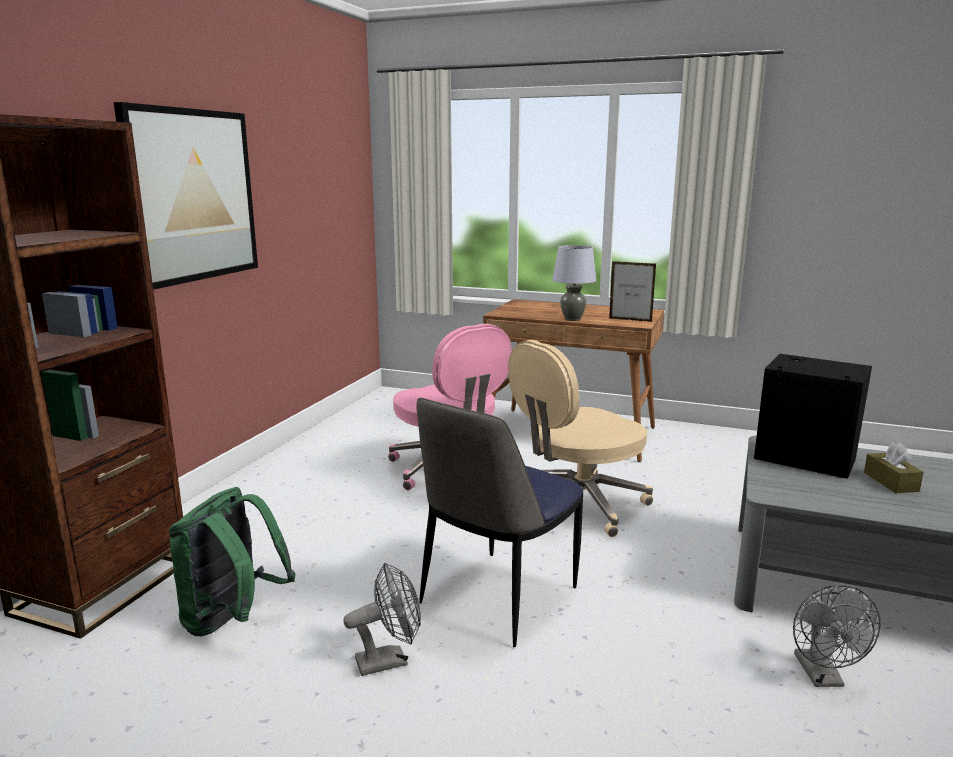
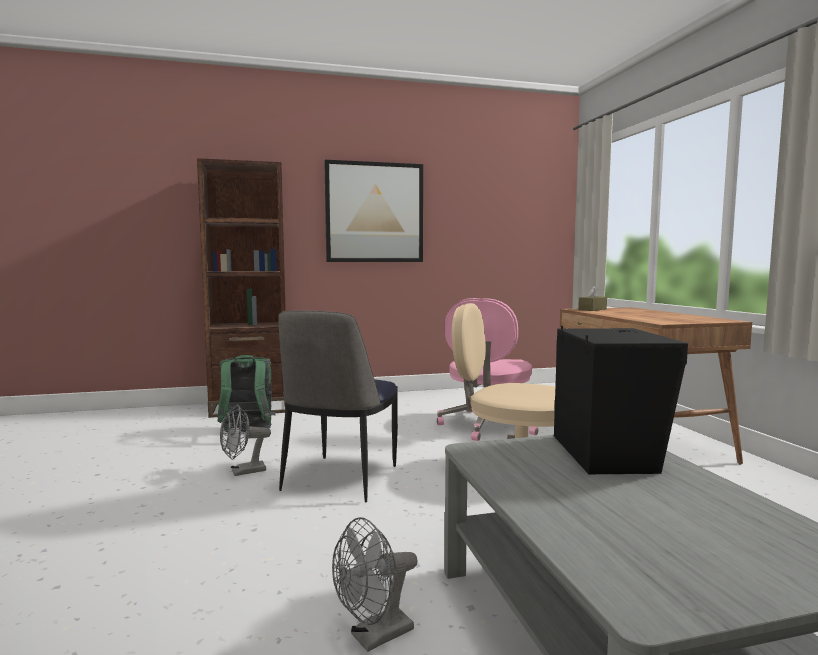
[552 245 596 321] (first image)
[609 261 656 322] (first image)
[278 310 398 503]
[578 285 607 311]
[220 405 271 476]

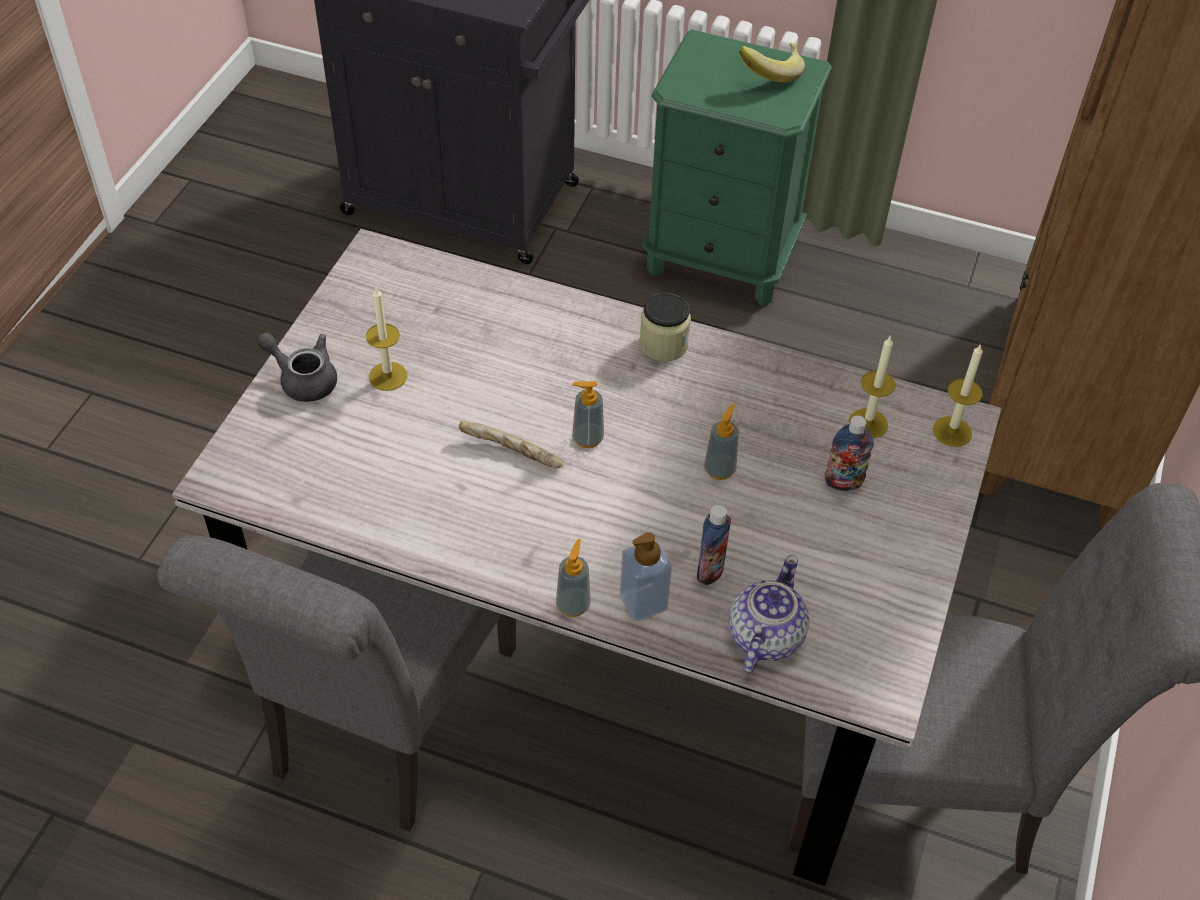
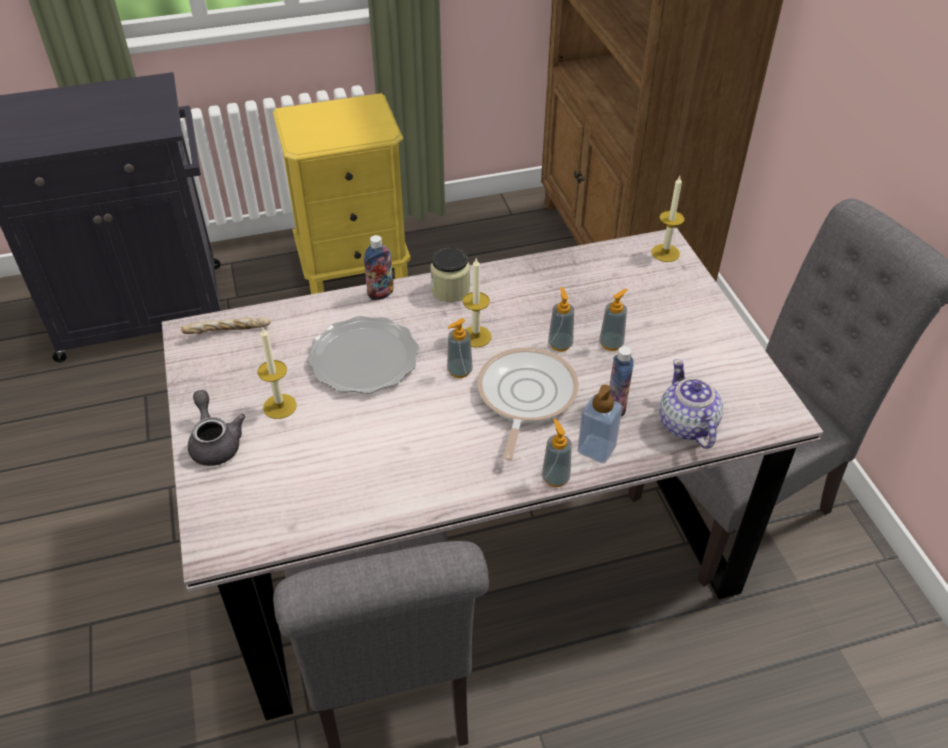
[273 93 411 294]
[739 42 805 82] (first image)
[188 390 245 466]
[463 258 492 348]
[364 235 394 300]
[181 318 271 334]
[599 289 628 351]
[307 316 419 394]
[477 347 579 460]

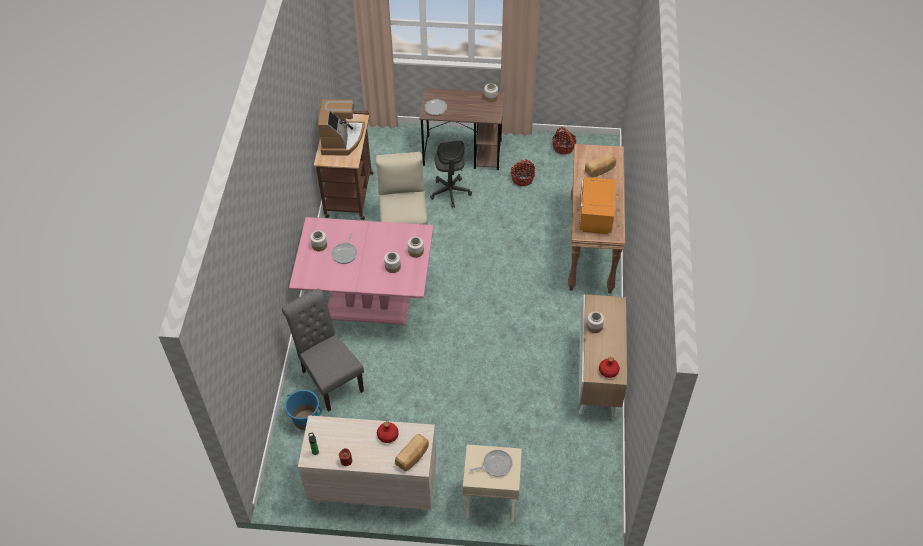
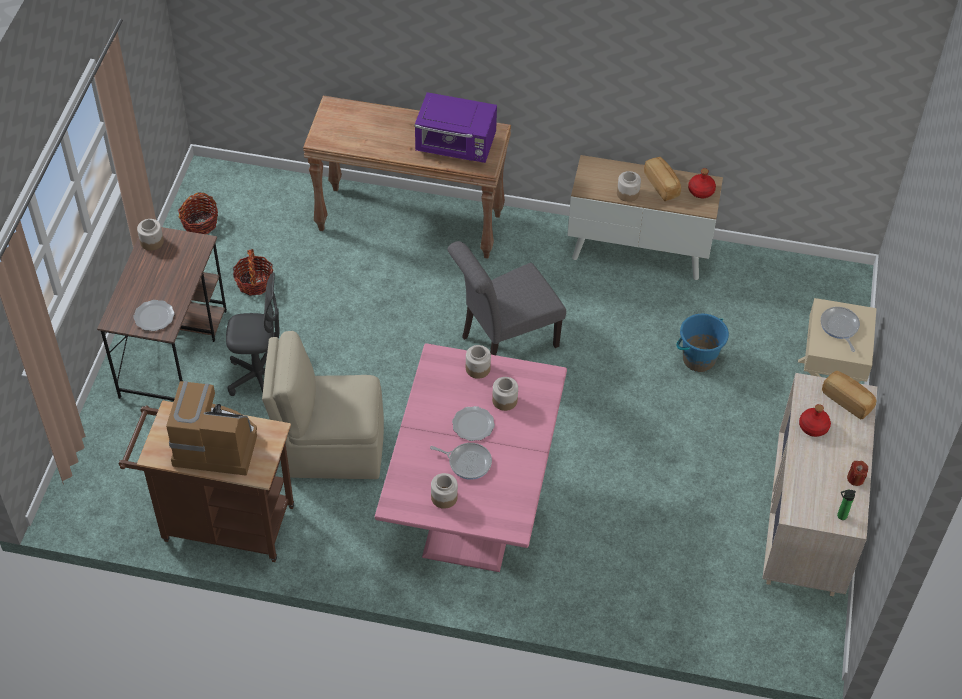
[644 157 681 201]
[414 92 497 163]
[448 241 566 355]
[676 314 729 372]
[452 406 495 441]

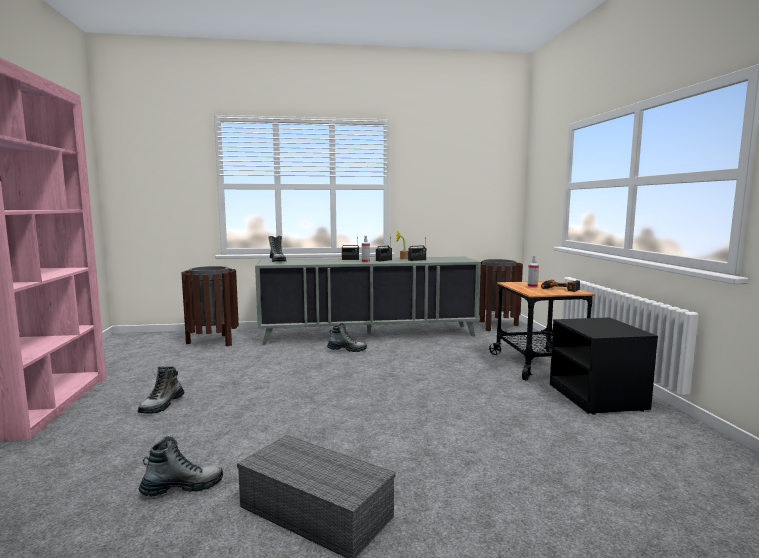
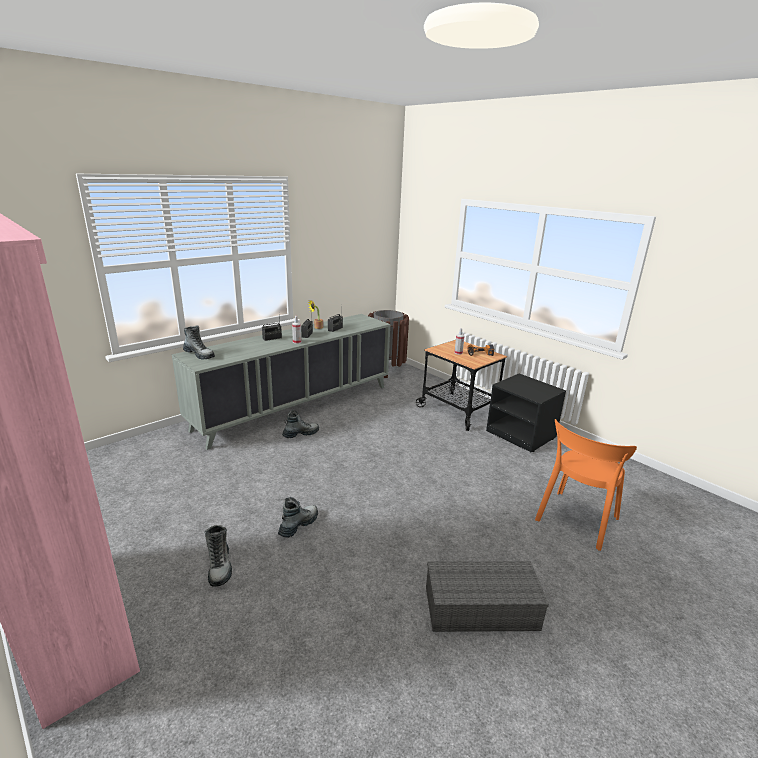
[181 266 239 347] (first image)
[278 497 318 538]
[535 419 637 551]

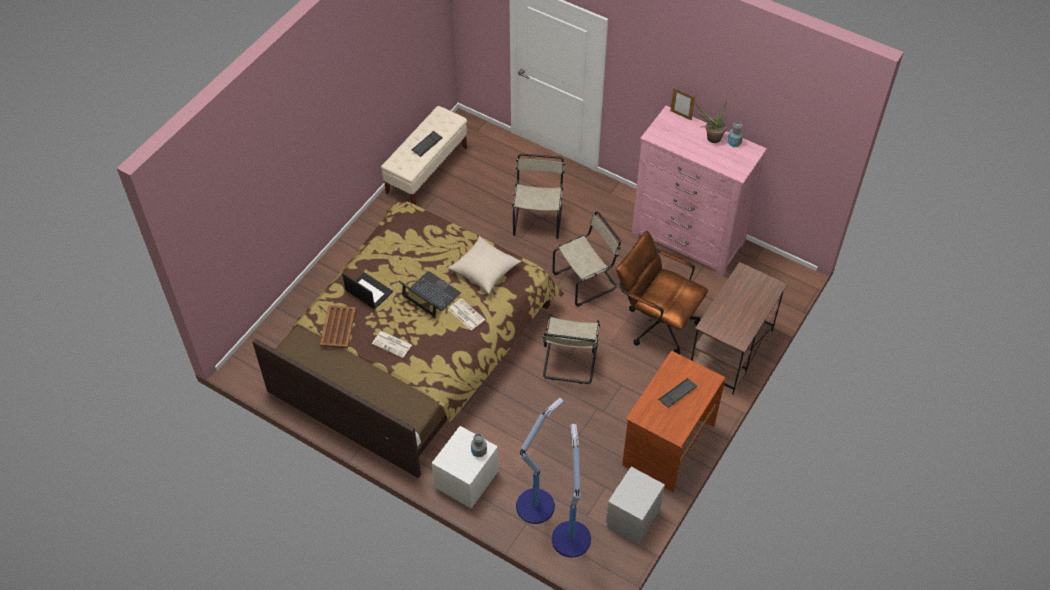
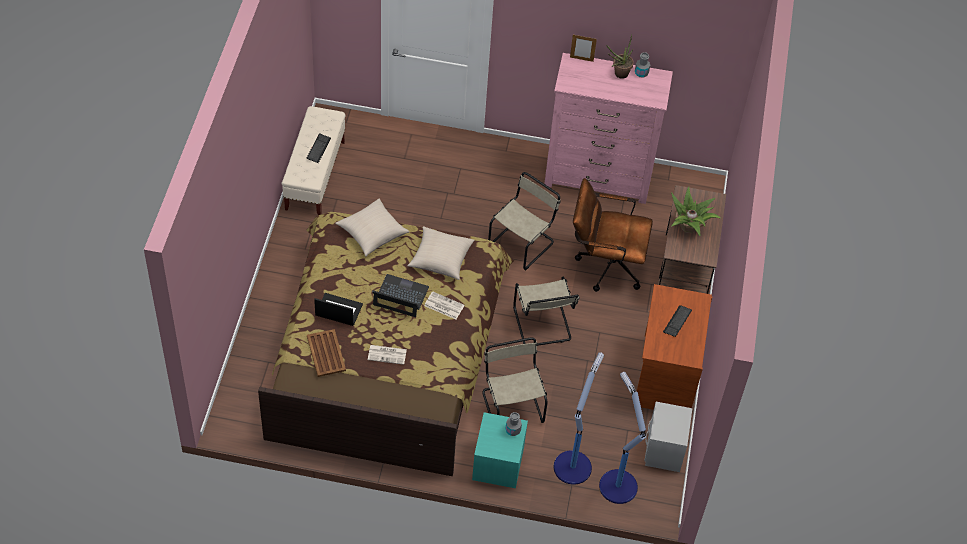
[482 337 548 423]
[472 412 528 488]
[671 186 721 236]
[335 199 409 257]

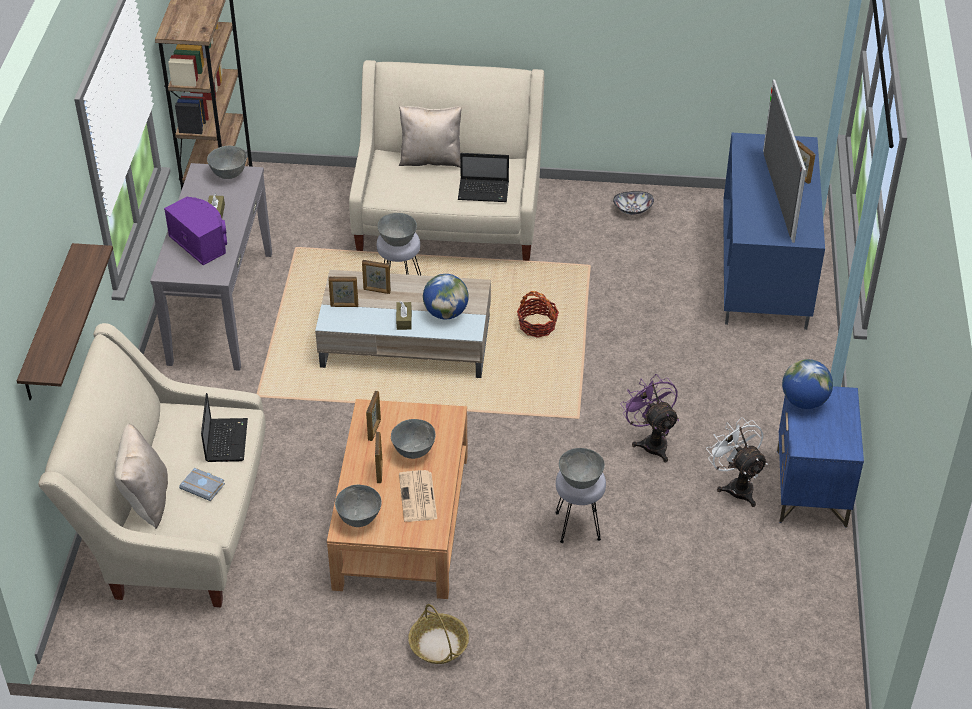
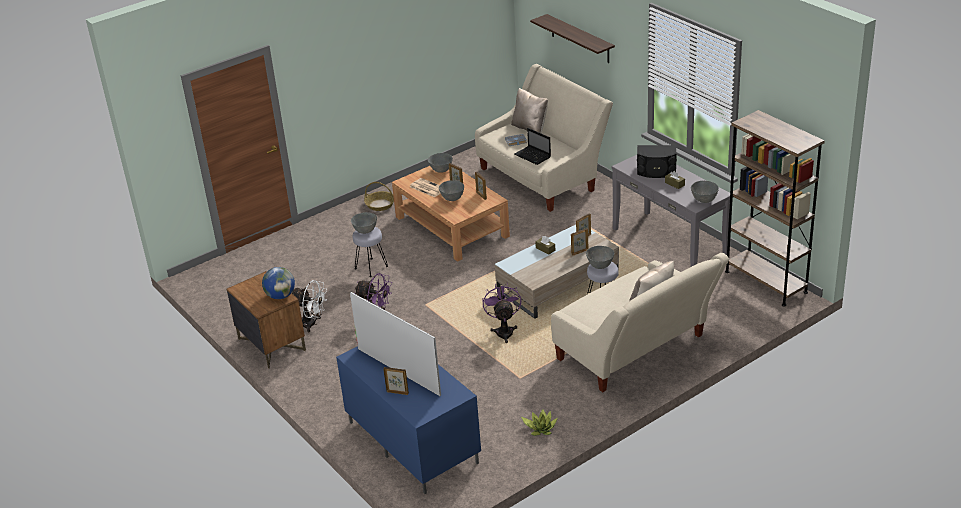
[458 153 509 202] (first image)
[521 409 558 436]
[637 145 677 178]
[423 274 469 319] (first image)
[482 283 521 343]
[226 271 306 369]

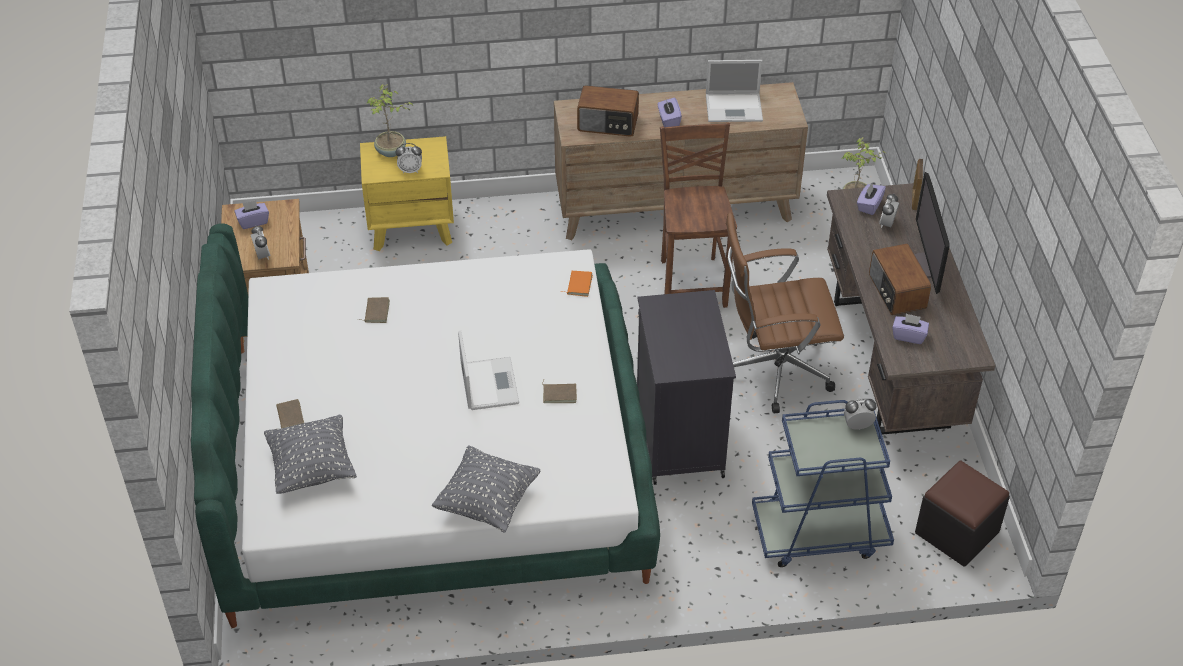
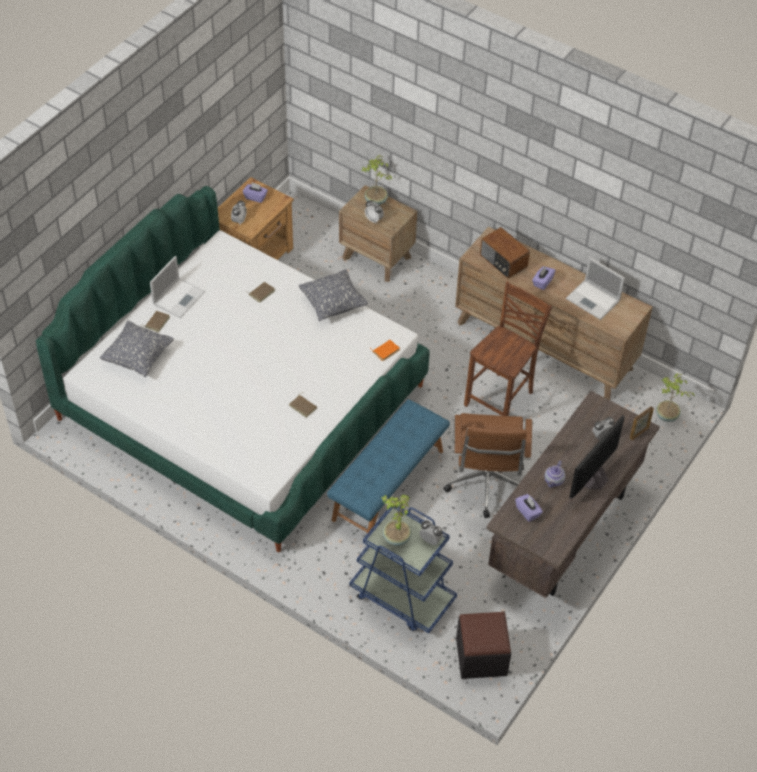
[339 185 417 282]
[857 183 886 215] (first image)
[443 413 532 518]
[545 461 565 488]
[327 399 450 537]
[150 256 205 318]
[299 269 368 321]
[381 495 411 546]

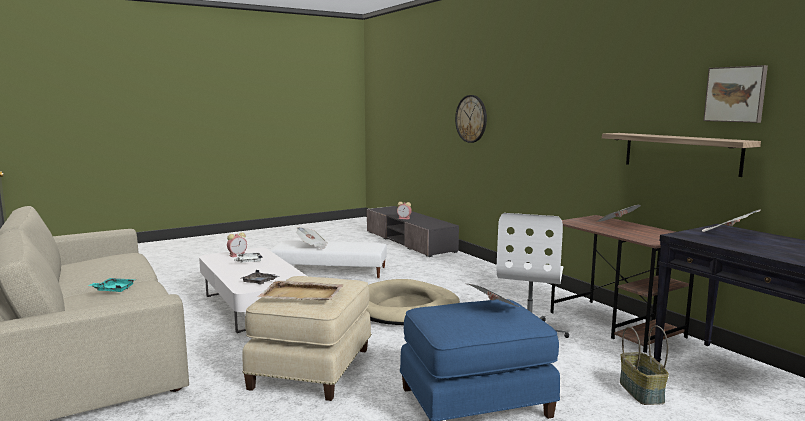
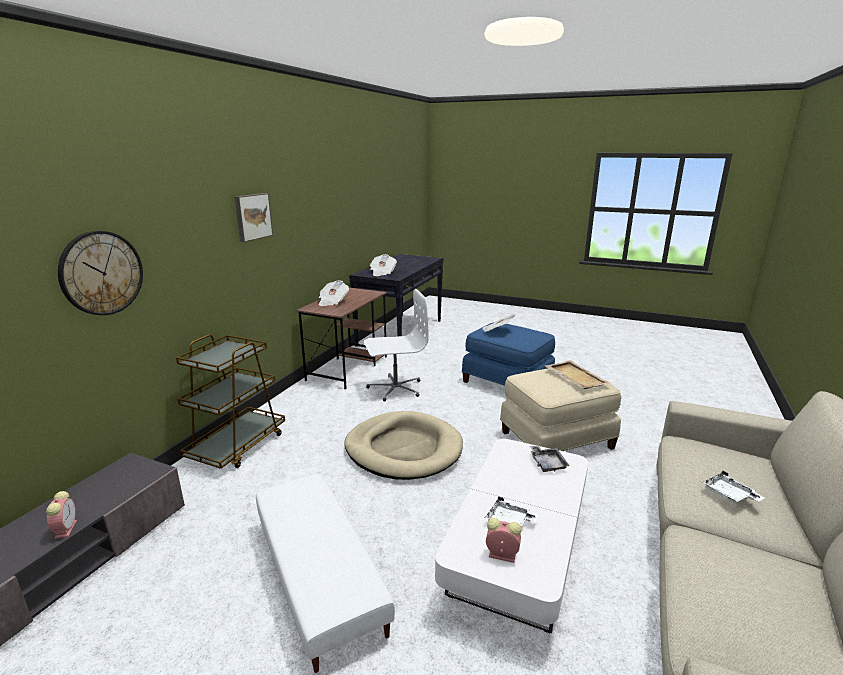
[234 193 273 242]
[602 133 761 177] (first image)
[296 227 328 249] (first image)
[703 471 765 504]
[620 325 669 405] (first image)
[176 334 285 469]

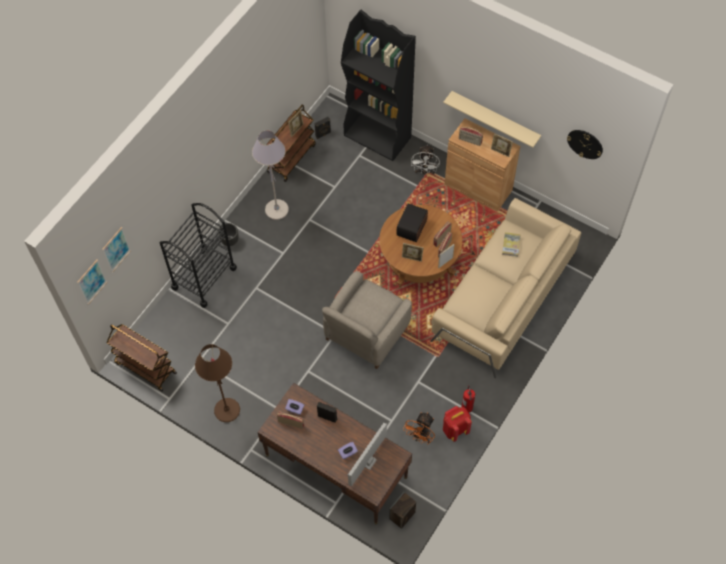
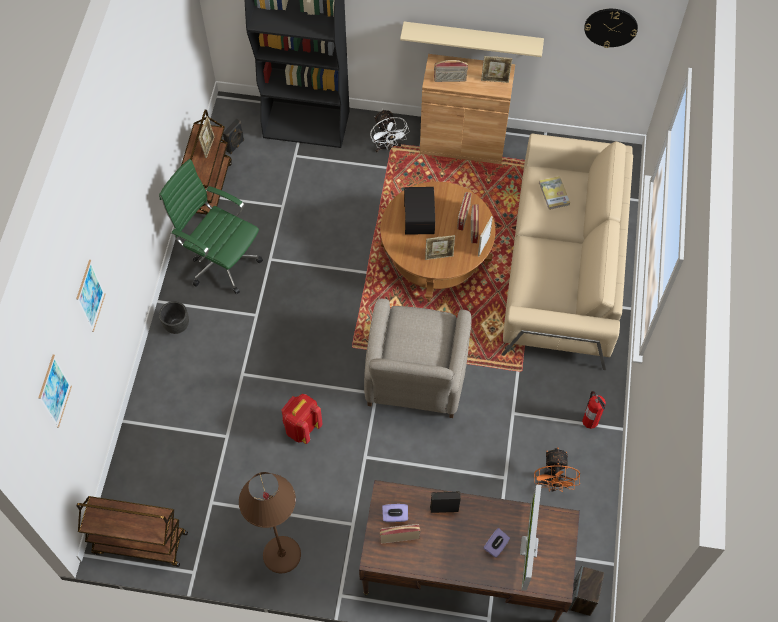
[159 159 263 294]
[160 203 237 308] (first image)
[76 260 106 332]
[282 394 323 444]

